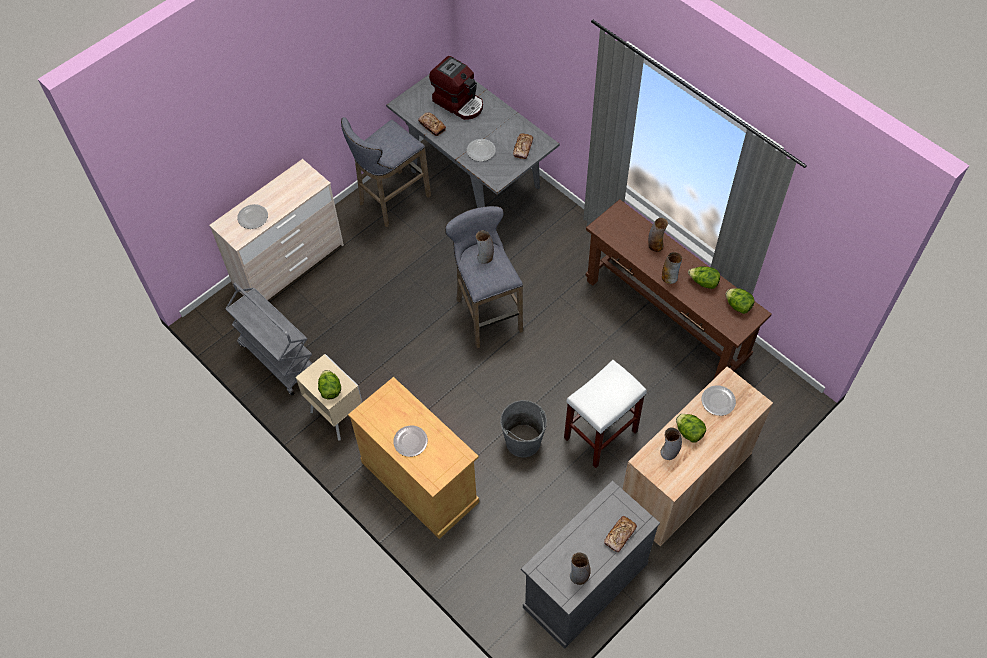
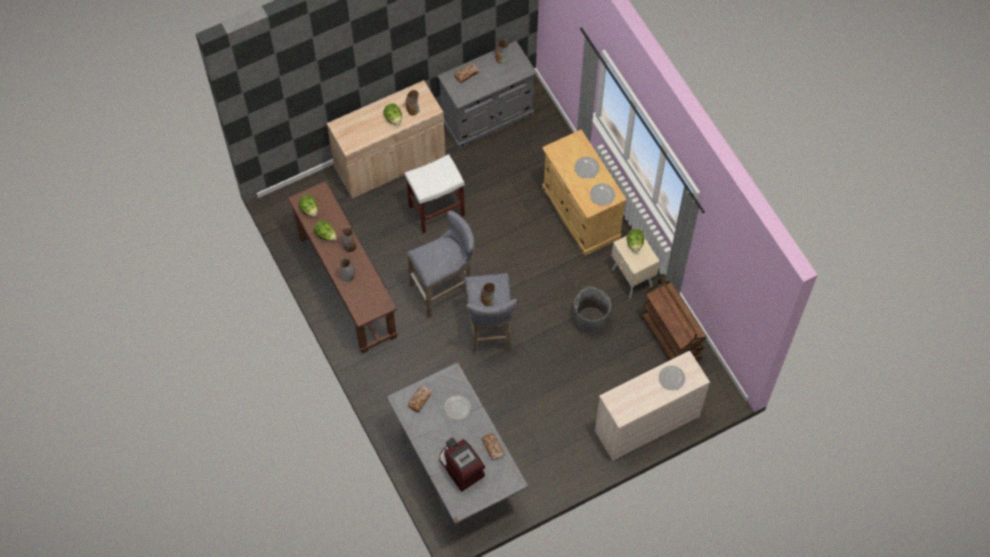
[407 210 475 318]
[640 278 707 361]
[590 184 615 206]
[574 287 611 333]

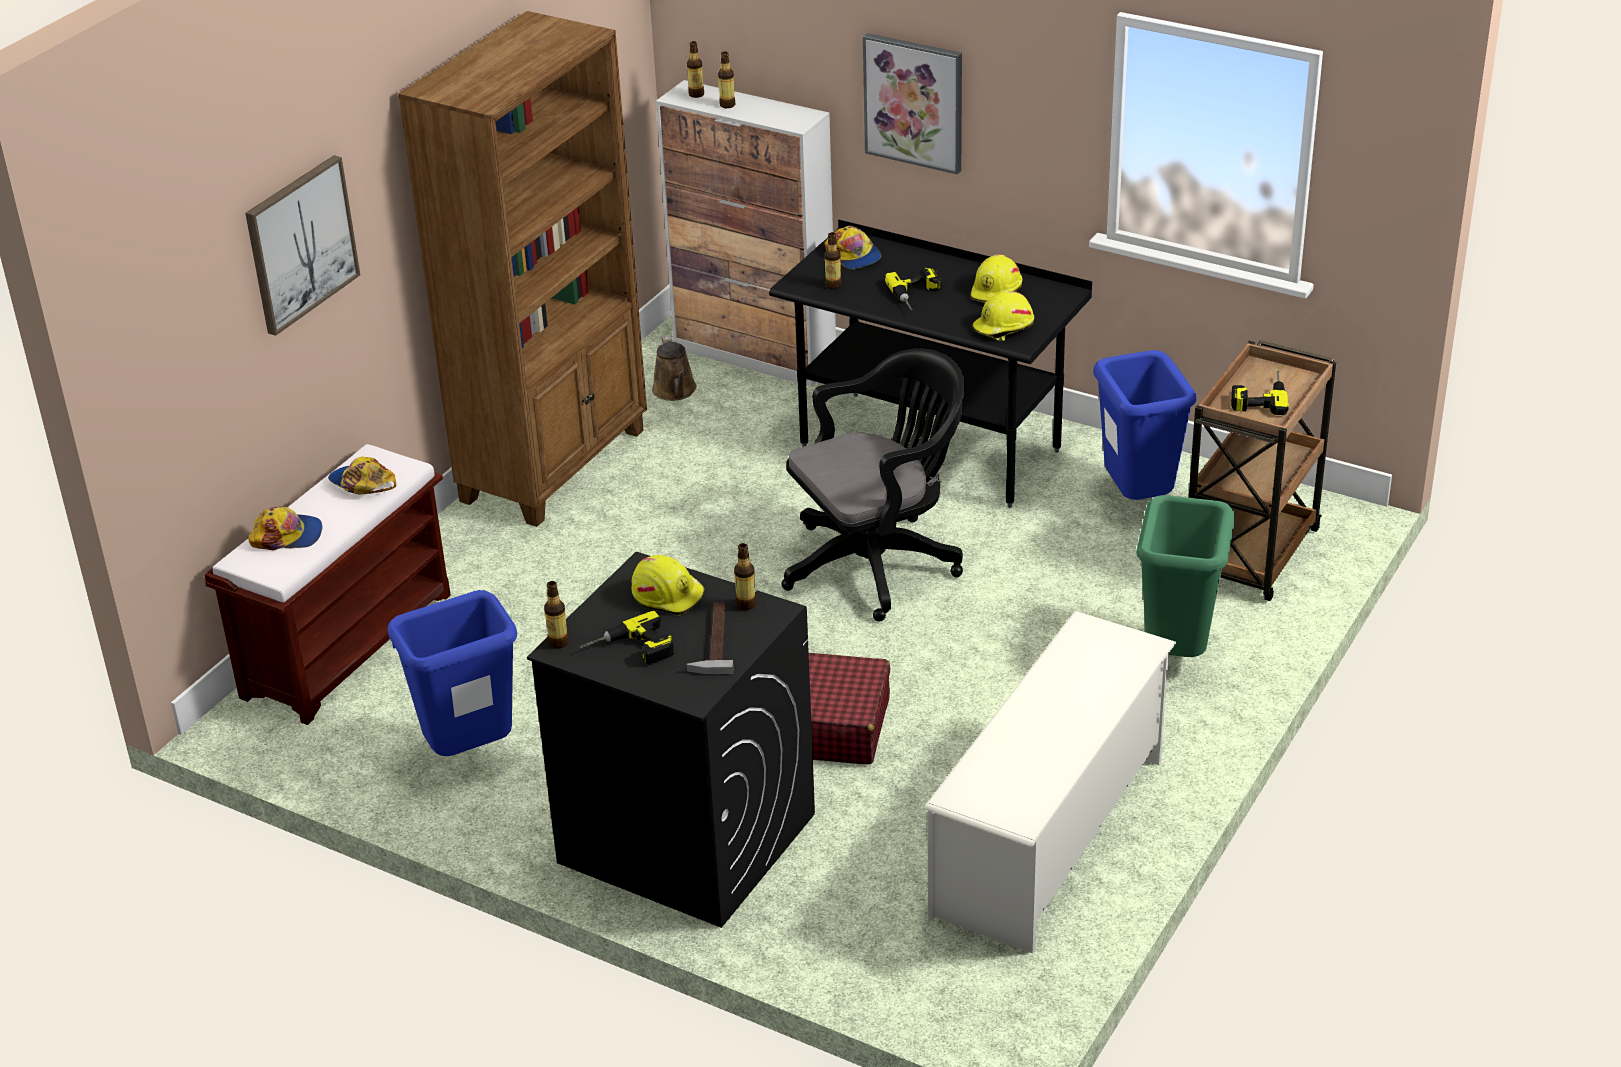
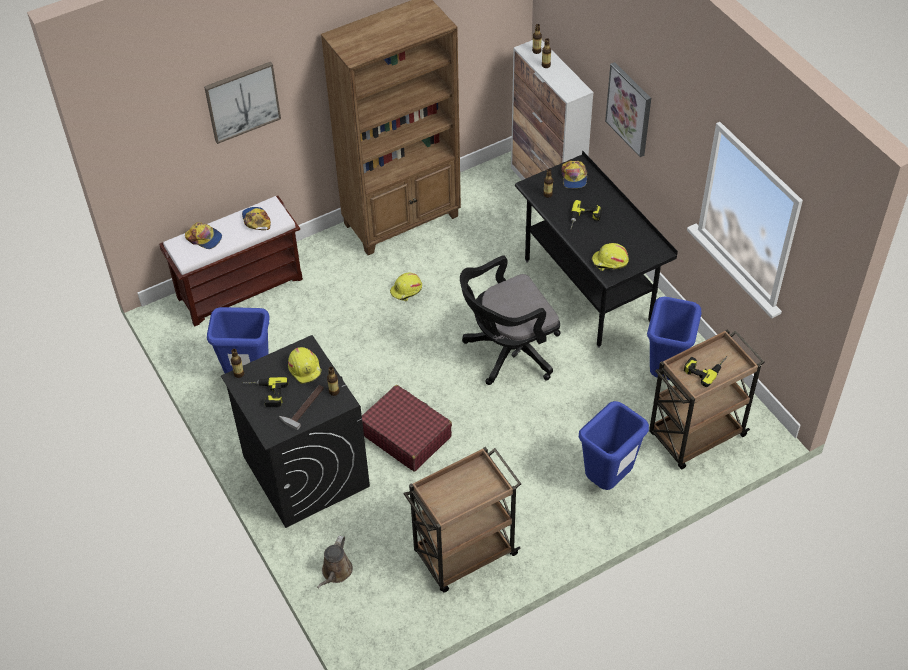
[390 273 422 301]
[317 535 353 588]
[460 255 561 385]
[579 401 649 490]
[404 447 521 592]

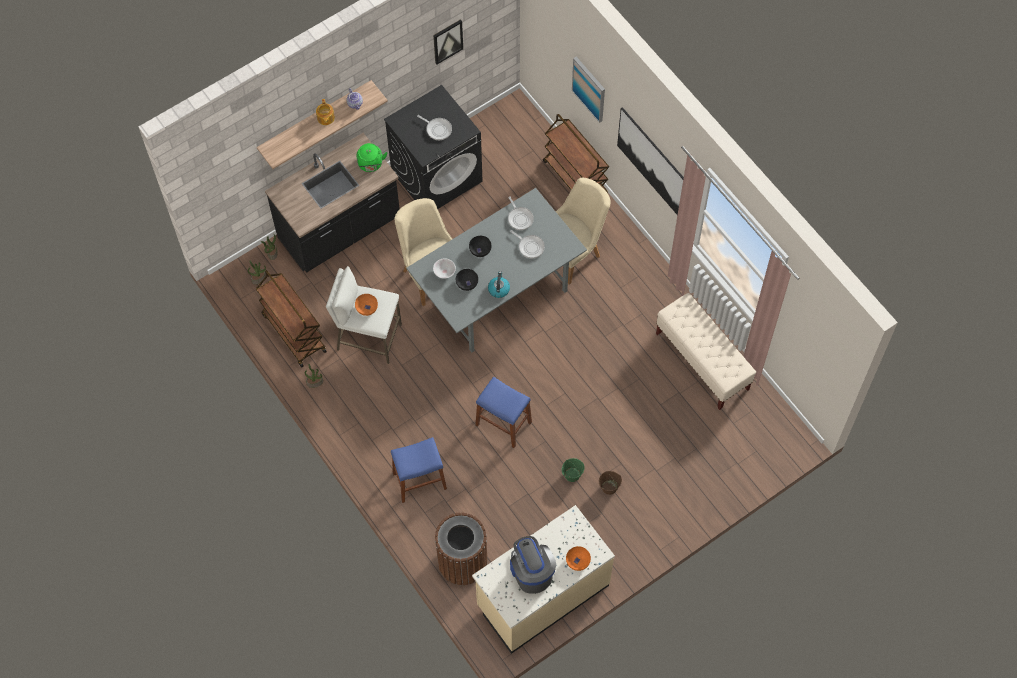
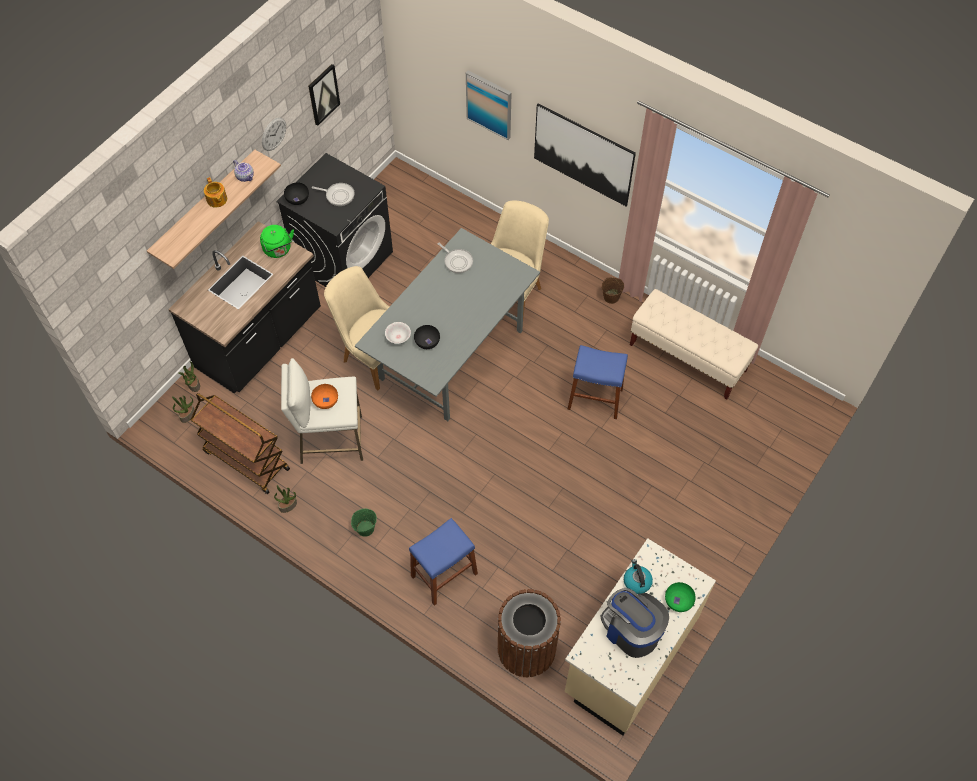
[543 114 609 193] (first image)
[510 230 545 258] (first image)
[284 183 309 205]
[624 559 653 594]
[567 345 628 419]
[351 509 377 537]
[602 277 624 304]
[665 582 696 612]
[262 117 286 151]

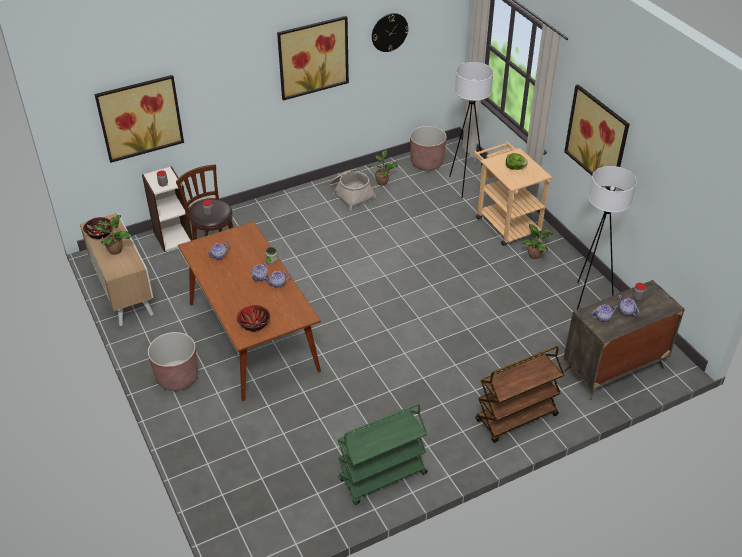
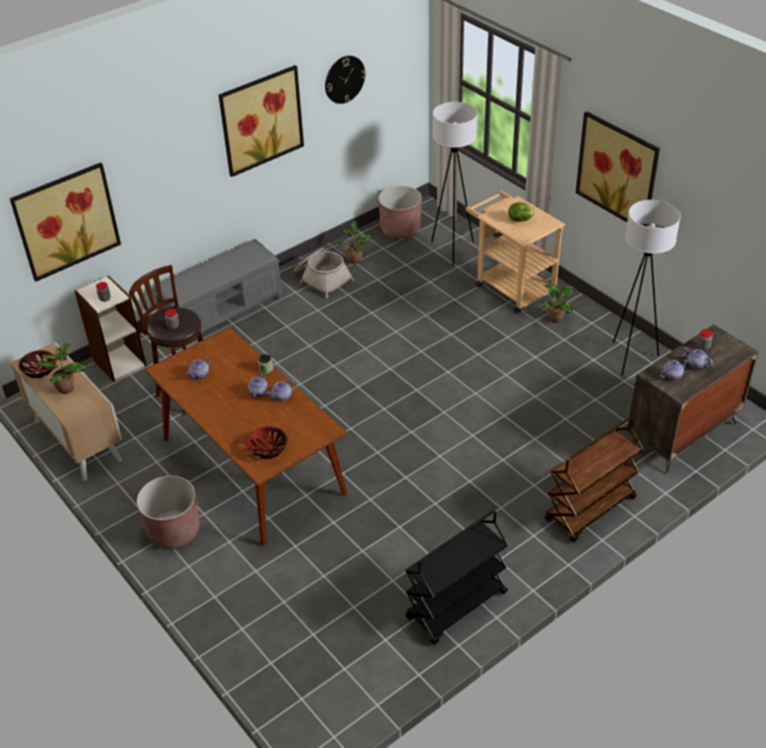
[405 511 509 645]
[152 239 282 347]

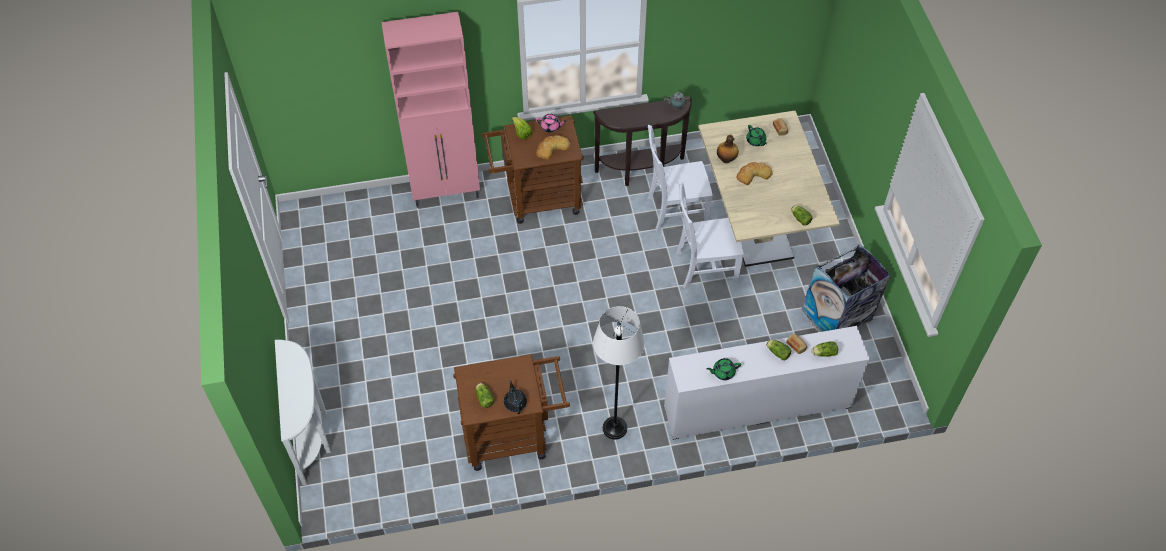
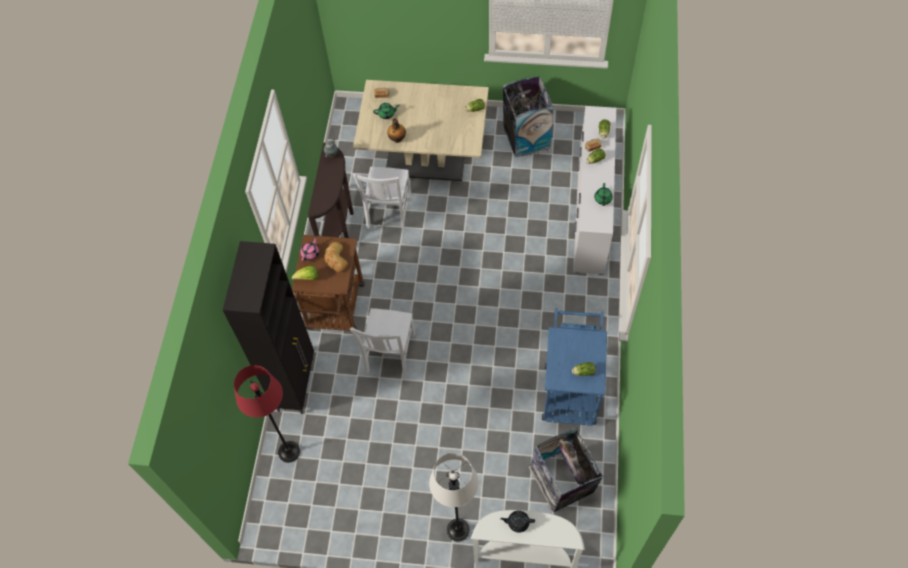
[223 241 314 414]
[736 162 773 185] (first image)
[350 308 415 379]
[429 453 479 542]
[542 308 607 426]
[500 510 535 533]
[234 365 300 463]
[529 427 605 512]

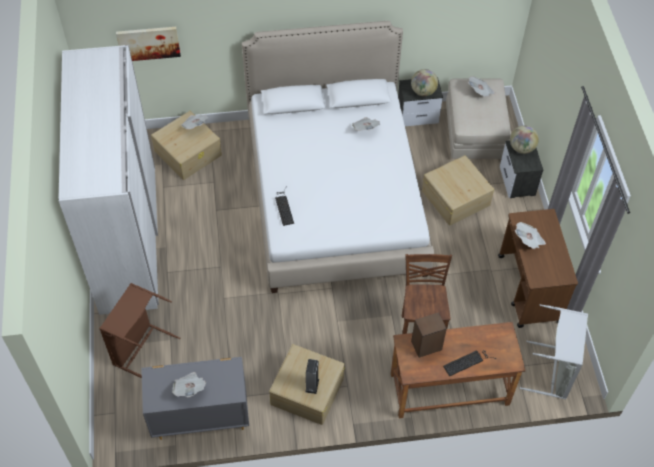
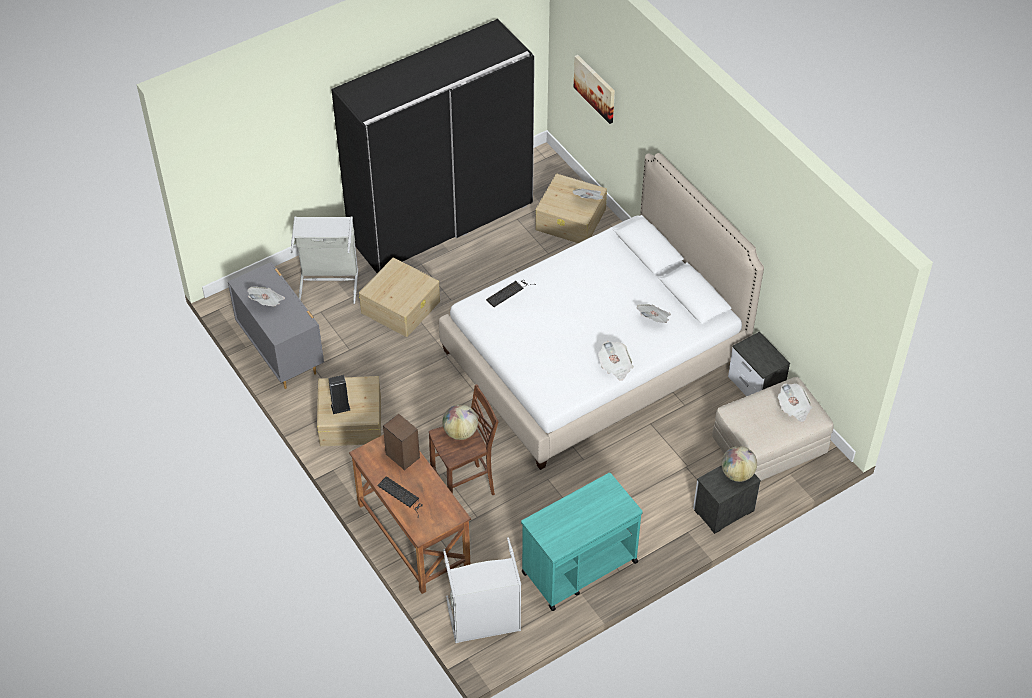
[331 19 535 273]
[442 404 478 440]
[359 258 440 337]
[521 473 643 611]
[598 341 634 381]
[291 216 358 304]

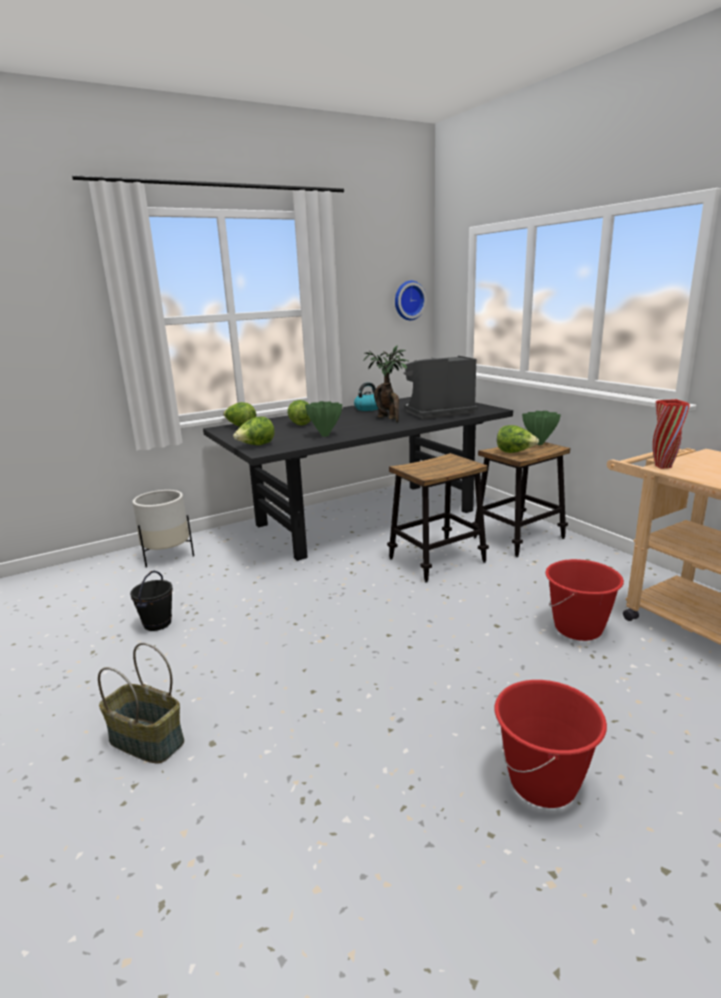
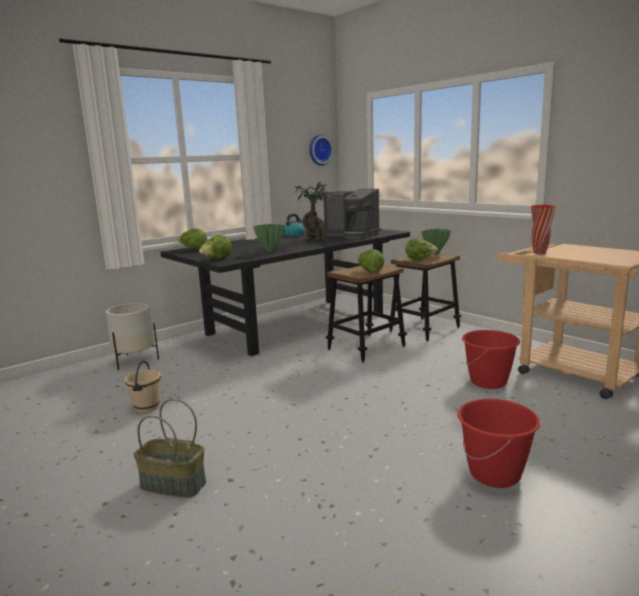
[323 189 381 239]
[358 249 384 273]
[125 361 161 413]

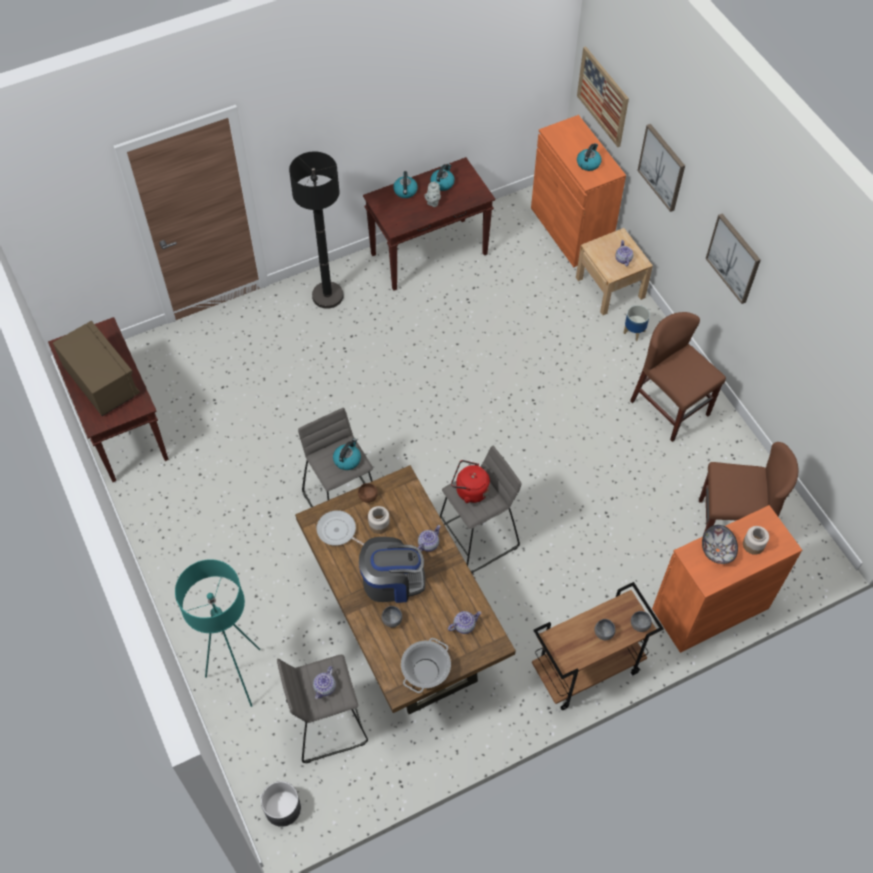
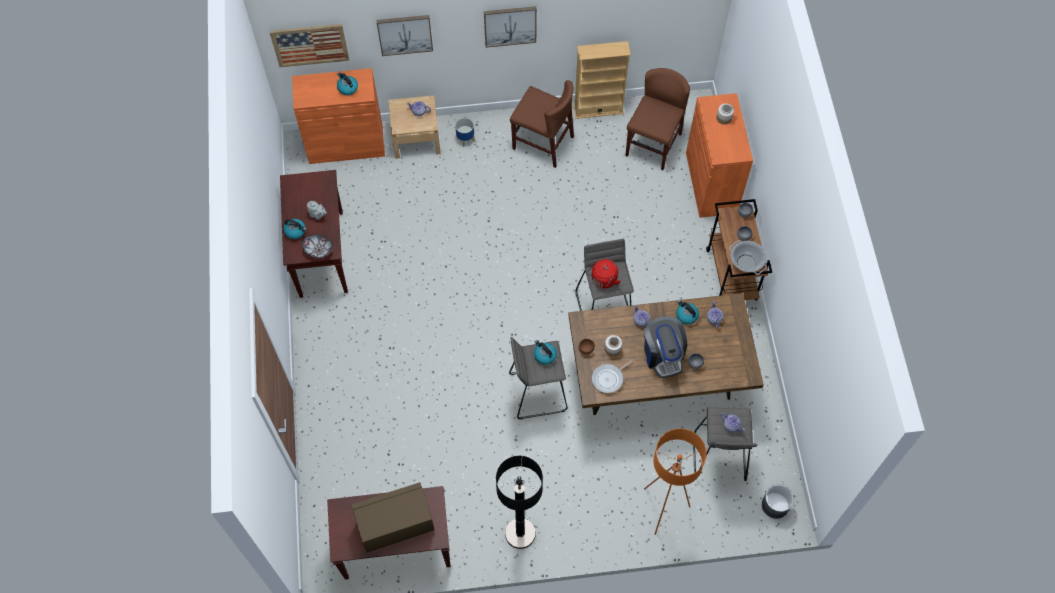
[496 456 543 549]
[676 300 699 325]
[510 80 574 168]
[302 234 333 258]
[644 316 687 378]
[644 429 707 535]
[729 240 767 275]
[574 41 631 119]

